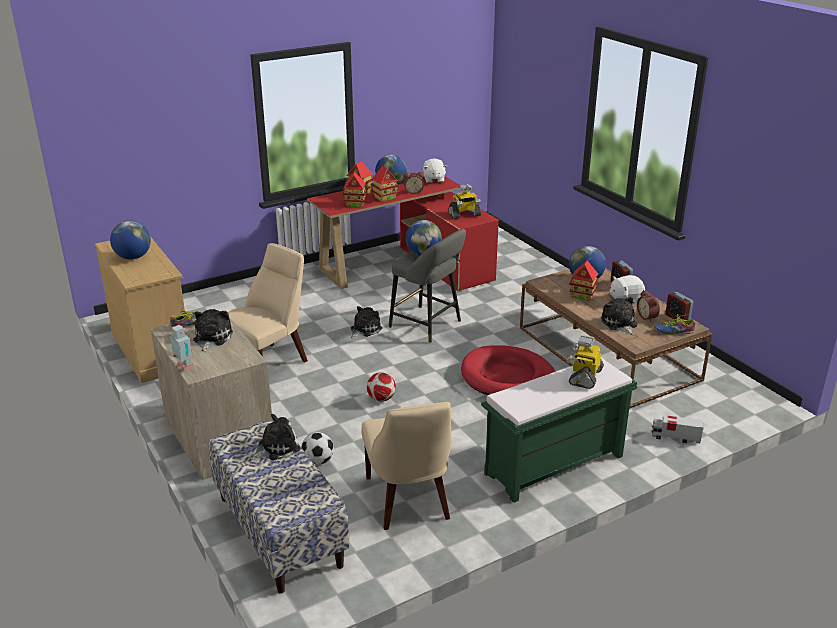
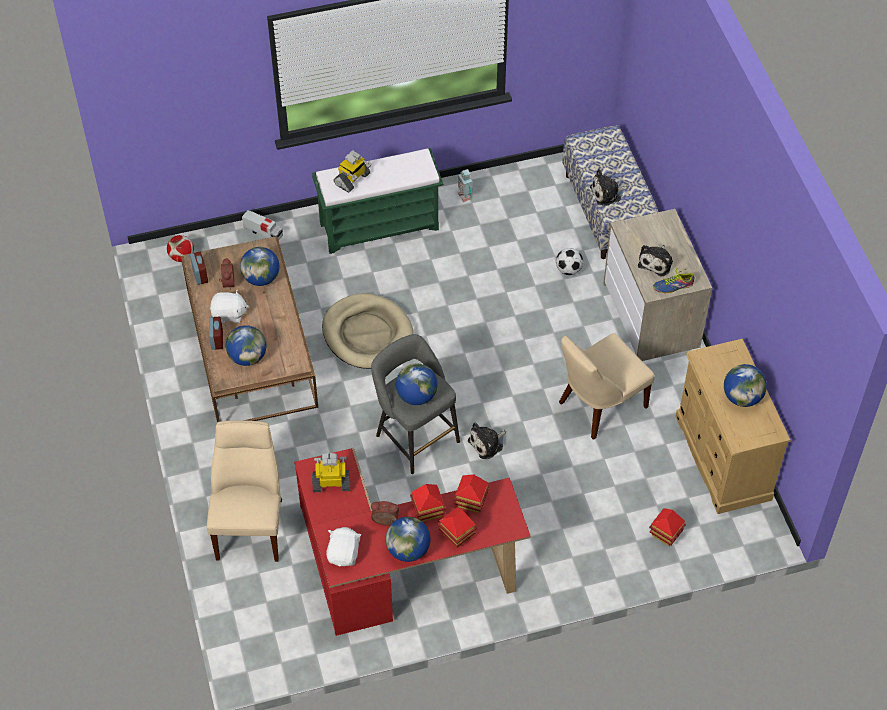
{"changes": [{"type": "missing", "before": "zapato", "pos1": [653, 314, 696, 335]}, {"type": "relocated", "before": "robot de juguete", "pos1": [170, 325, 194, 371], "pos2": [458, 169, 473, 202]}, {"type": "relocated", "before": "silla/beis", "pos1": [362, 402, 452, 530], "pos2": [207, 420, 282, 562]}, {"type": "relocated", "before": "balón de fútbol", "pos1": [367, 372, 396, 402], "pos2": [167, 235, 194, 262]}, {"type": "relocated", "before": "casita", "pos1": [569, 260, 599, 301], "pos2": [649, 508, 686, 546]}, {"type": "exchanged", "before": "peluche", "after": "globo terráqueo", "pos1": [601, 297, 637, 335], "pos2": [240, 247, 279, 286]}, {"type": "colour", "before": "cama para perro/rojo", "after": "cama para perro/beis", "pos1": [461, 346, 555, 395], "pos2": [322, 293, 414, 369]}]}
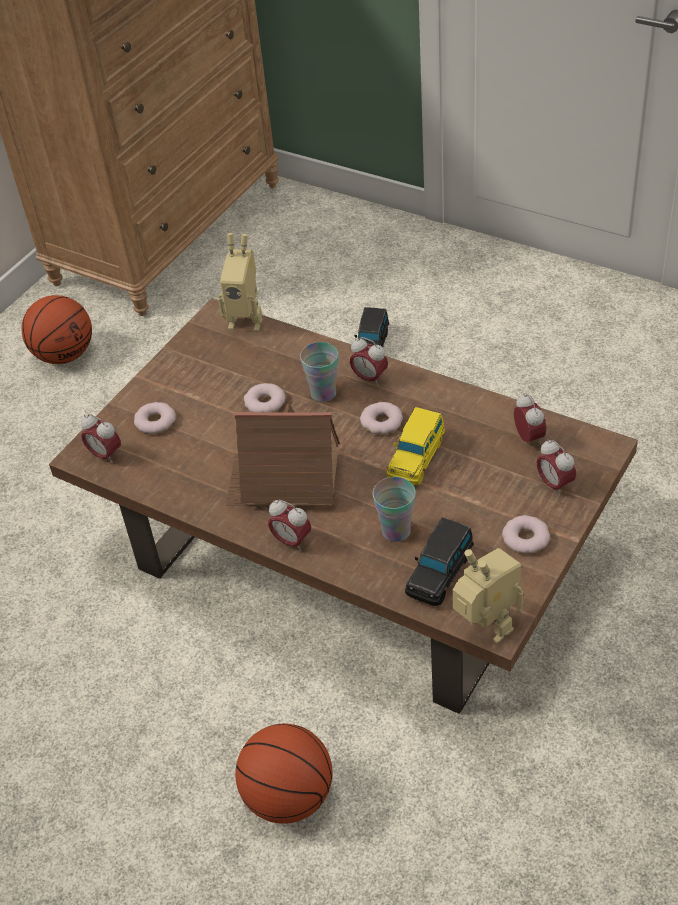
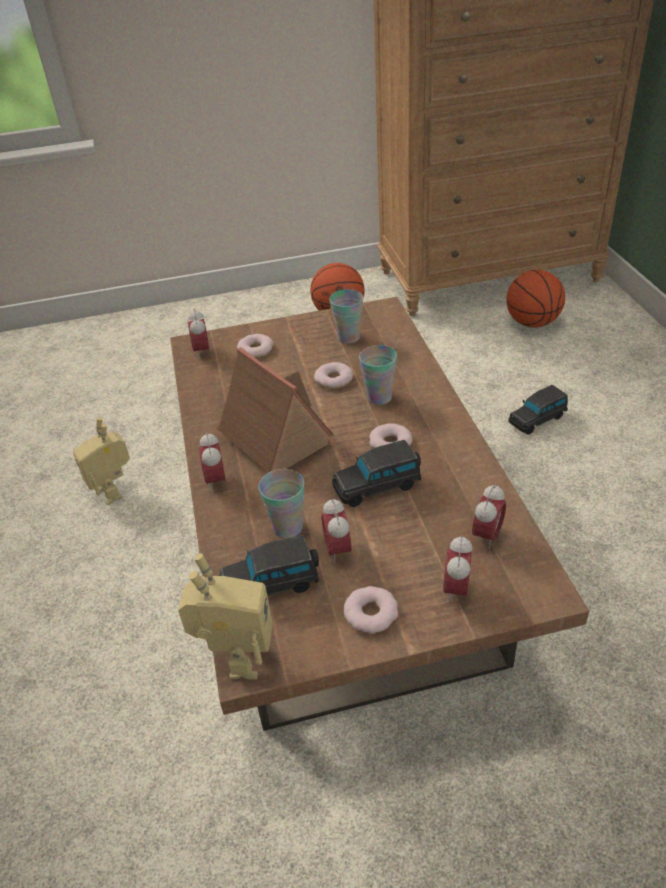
{"changes": [{"type": "appeared", "after": "taza", "pos2": [330, 289, 363, 344]}, {"type": "relocated", "before": "robot de juguete", "pos1": [218, 233, 262, 331], "pos2": [73, 418, 130, 505]}, {"type": "relocated", "before": "balón de baloncesto", "pos1": [235, 723, 332, 824], "pos2": [506, 270, 565, 328]}, {"type": "relocated", "before": "despertador", "pos1": [350, 337, 388, 386], "pos2": [321, 498, 351, 563]}, {"type": "colour", "before": "coche de juguete/amarillo", "after": "coche de juguete/negro", "pos1": [387, 407, 445, 485], "pos2": [332, 440, 421, 507]}]}
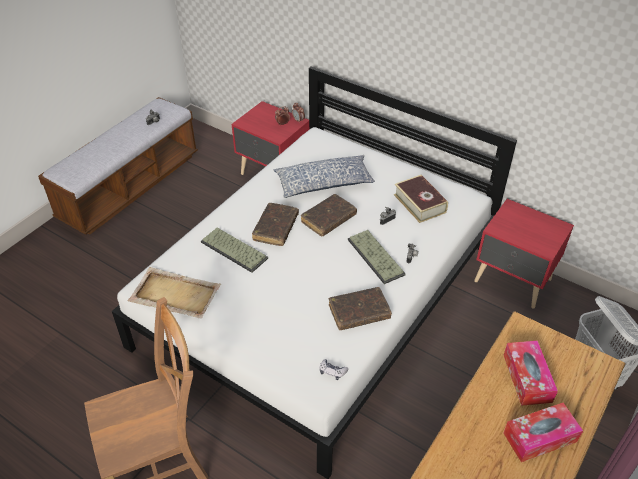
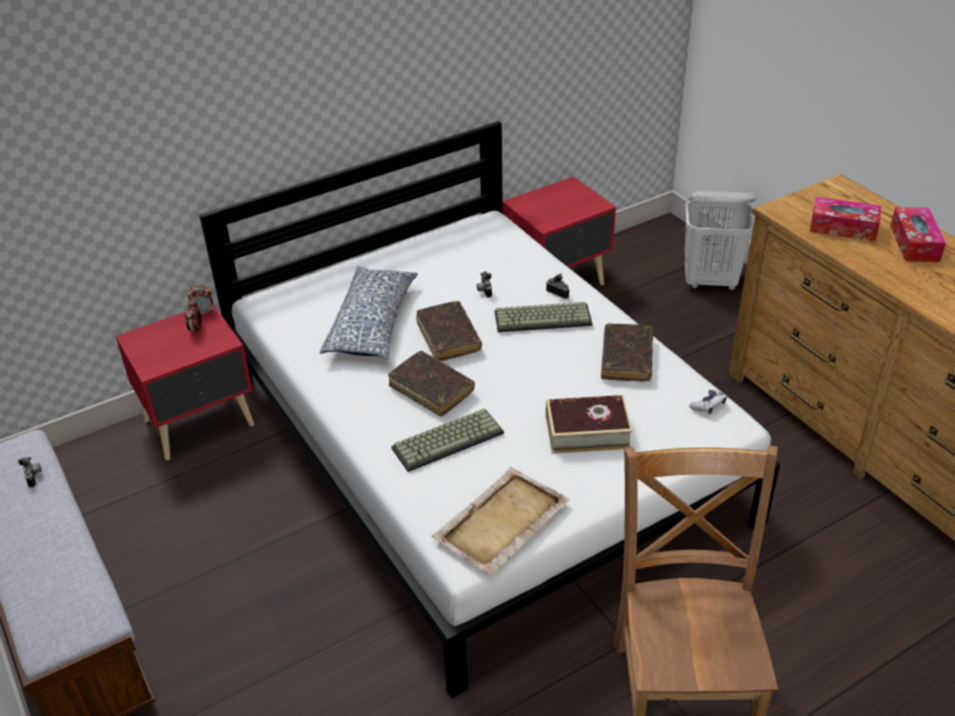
{"changes": [{"type": "relocated", "before": "libro", "pos1": [394, 175, 448, 223], "pos2": [546, 395, 633, 454]}]}
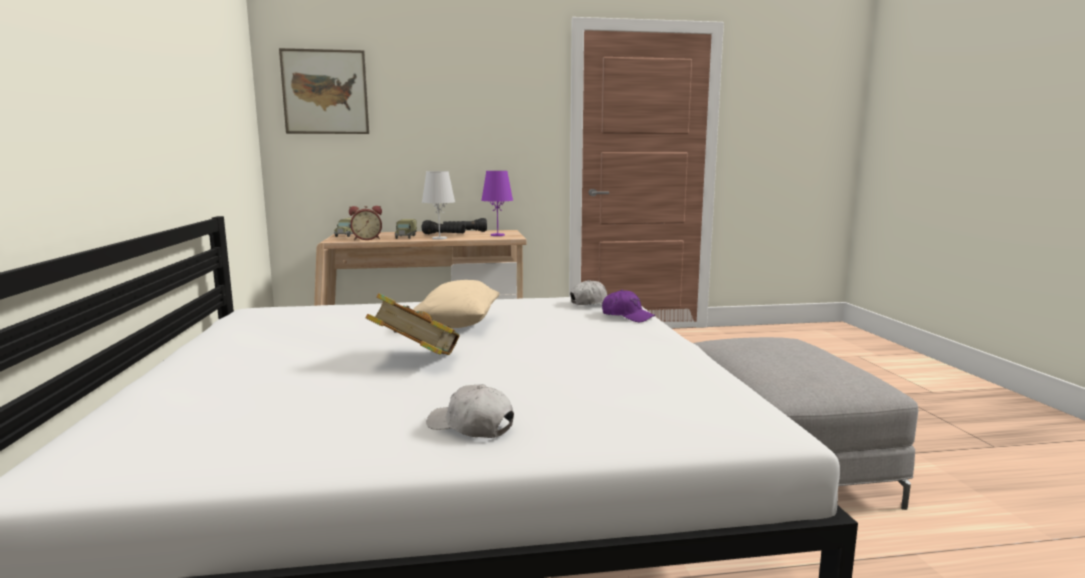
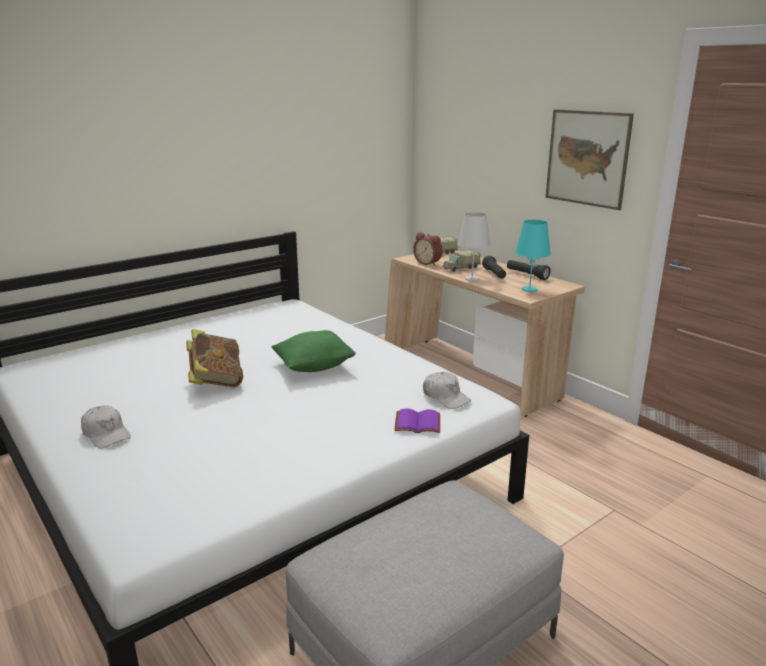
{"changes": [{"type": "relocated", "before": "cuadro", "pos1": [279, 48, 369, 134], "pos2": [545, 109, 634, 210]}, {"type": "exchanged", "before": "gorra/morado", "after": "libro/morado", "pos1": [602, 290, 655, 322], "pos2": [395, 409, 440, 433]}, {"type": "colour", "before": "cojín/beis", "after": "cojín/verde", "pos1": [413, 280, 500, 328], "pos2": [272, 330, 356, 372]}, {"type": "colour", "before": "lámpara de mesa/morado", "after": "lámpara de mesa/turquesa", "pos1": [481, 171, 513, 236], "pos2": [515, 219, 551, 292]}, {"type": "spun", "before": "gorra/blanco", "pos1": [426, 384, 514, 438], "pos2": [81, 405, 131, 449], "turn": 135}]}
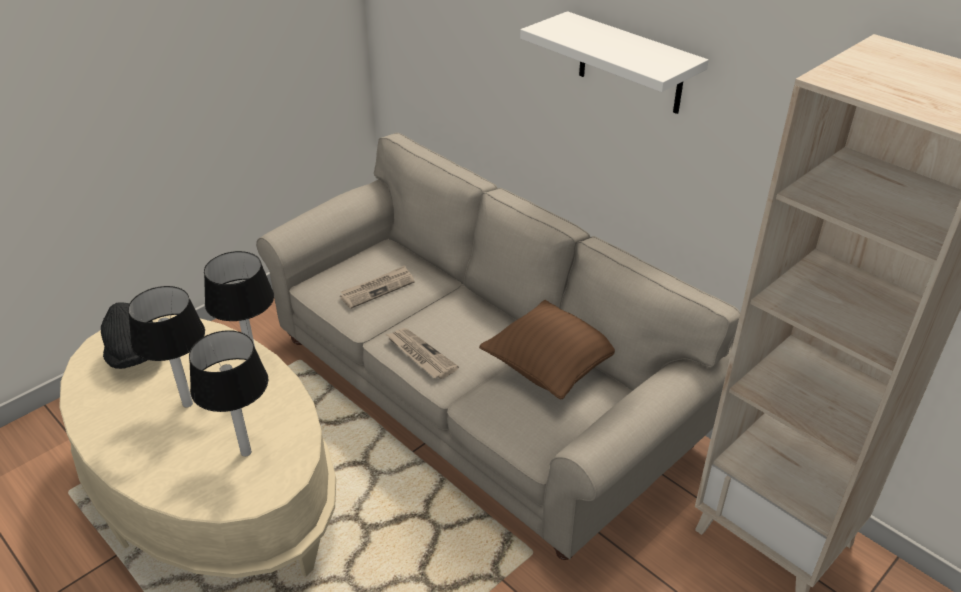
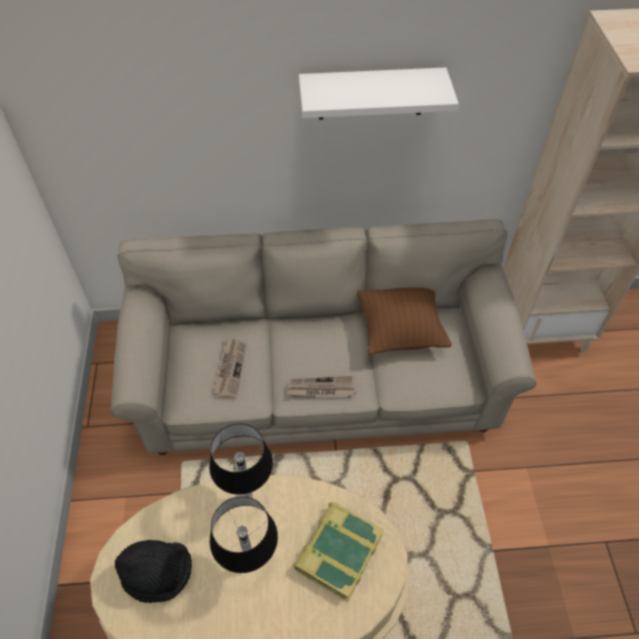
{"changes": [{"type": "exchanged", "before": "lámpara de mesa", "after": "libro", "pos1": [189, 330, 268, 456], "pos2": [293, 502, 384, 601]}]}
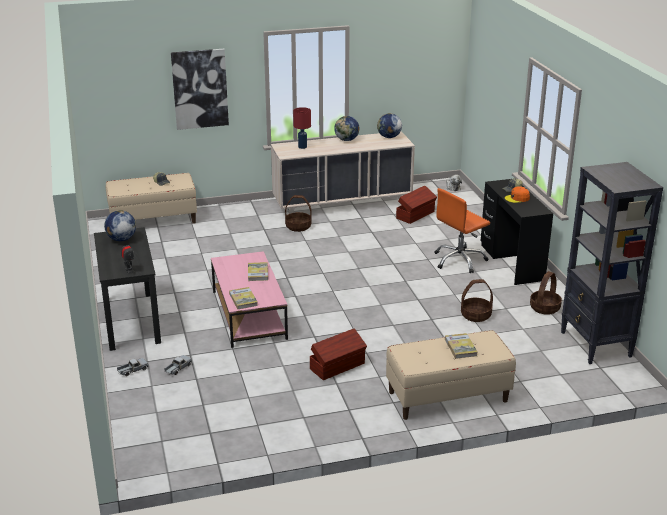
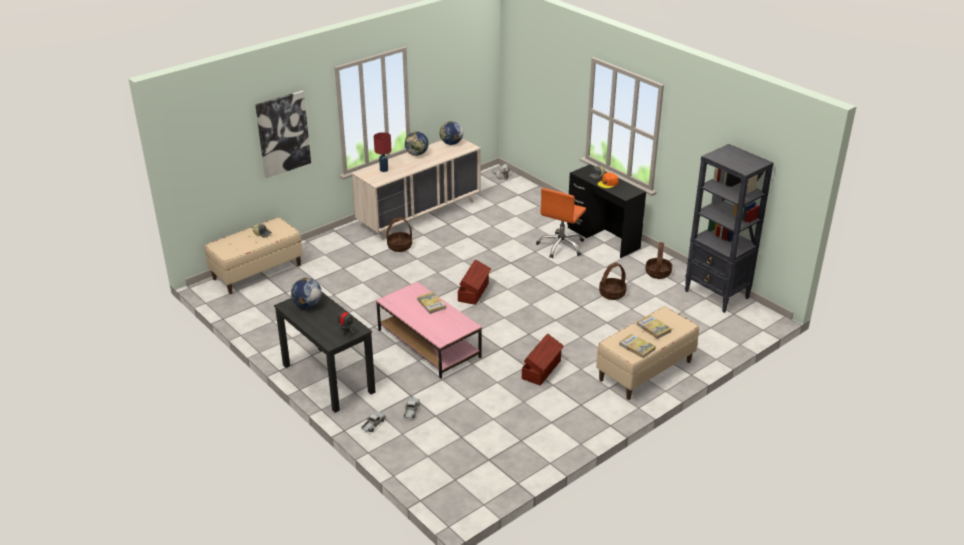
{"changes": [{"type": "relocated", "before": "libro", "pos1": [229, 287, 258, 309], "pos2": [619, 334, 656, 358]}, {"type": "relocated", "before": "caja de almacenaje/marrón", "pos1": [396, 186, 437, 224], "pos2": [458, 259, 491, 305]}]}
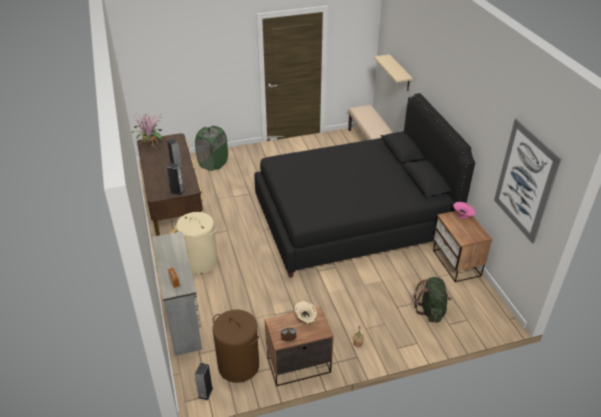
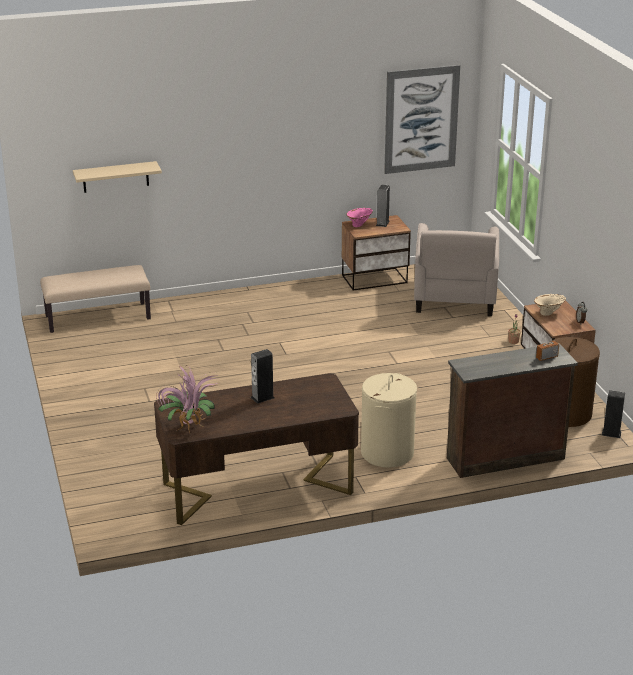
{"changes": [{"type": "missing", "before": "cesto de la ropa/verde", "pos1": [195, 126, 228, 171]}, {"type": "missing", "before": "cama/negro", "pos1": [254, 93, 475, 278]}, {"type": "relocated", "before": "altavoz", "pos1": [167, 163, 185, 195], "pos2": [376, 184, 390, 227]}, {"type": "exchanged", "before": "mochila/verde", "after": "sillón/beis", "pos1": [414, 277, 451, 323], "pos2": [414, 223, 499, 316]}, {"type": "colour", "before": "cómoda/gris", "after": "cómoda/marrón", "pos1": [152, 231, 202, 356], "pos2": [447, 343, 578, 478]}]}
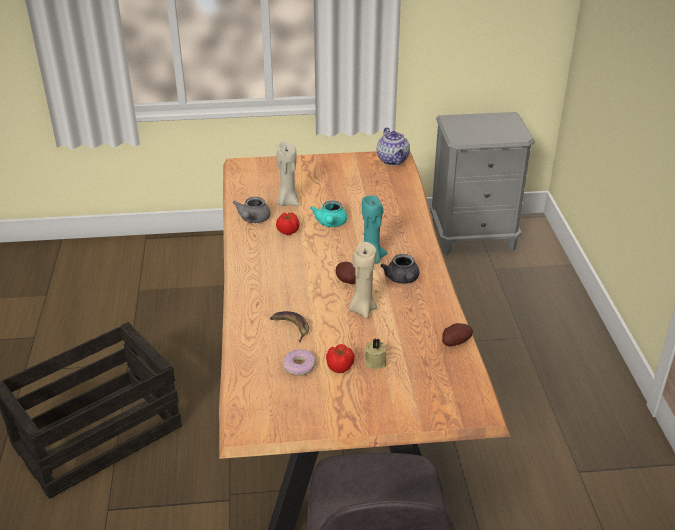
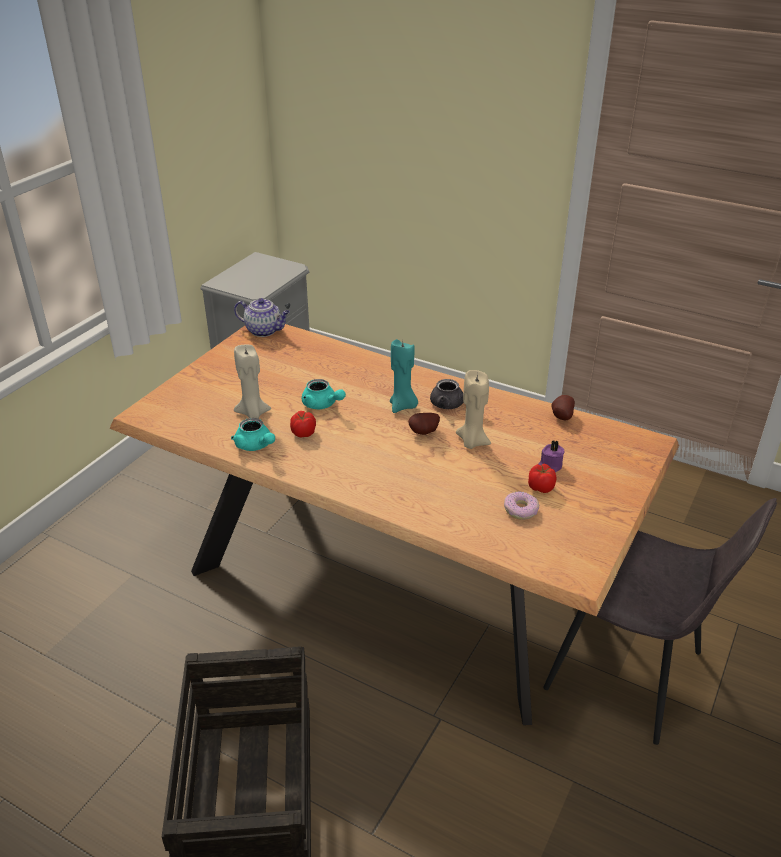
{"changes": [{"type": "missing", "before": "plátano", "pos1": [270, 311, 309, 342]}, {"type": "colour", "before": "tetera/gris", "after": "tetera/turquesa", "pos1": [233, 197, 271, 223], "pos2": [231, 418, 275, 451]}, {"type": "colour", "before": "vela/beis", "after": "vela/morado", "pos1": [364, 338, 386, 369], "pos2": [539, 441, 565, 472]}]}
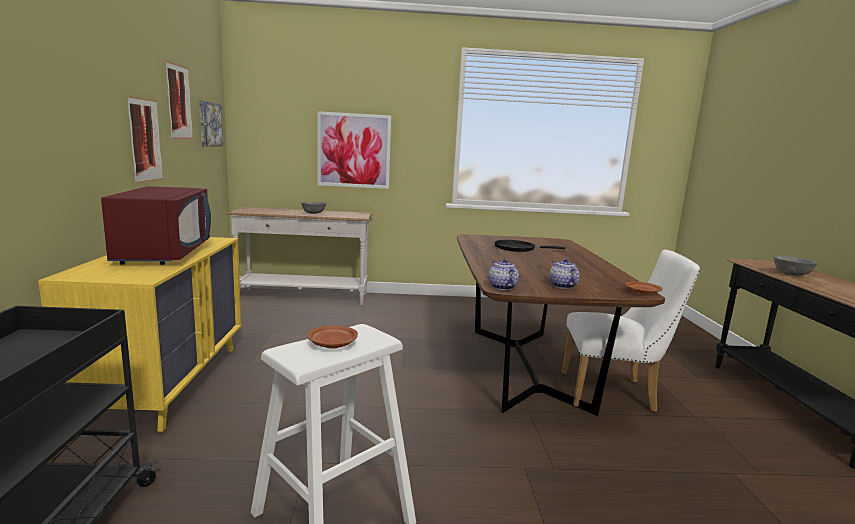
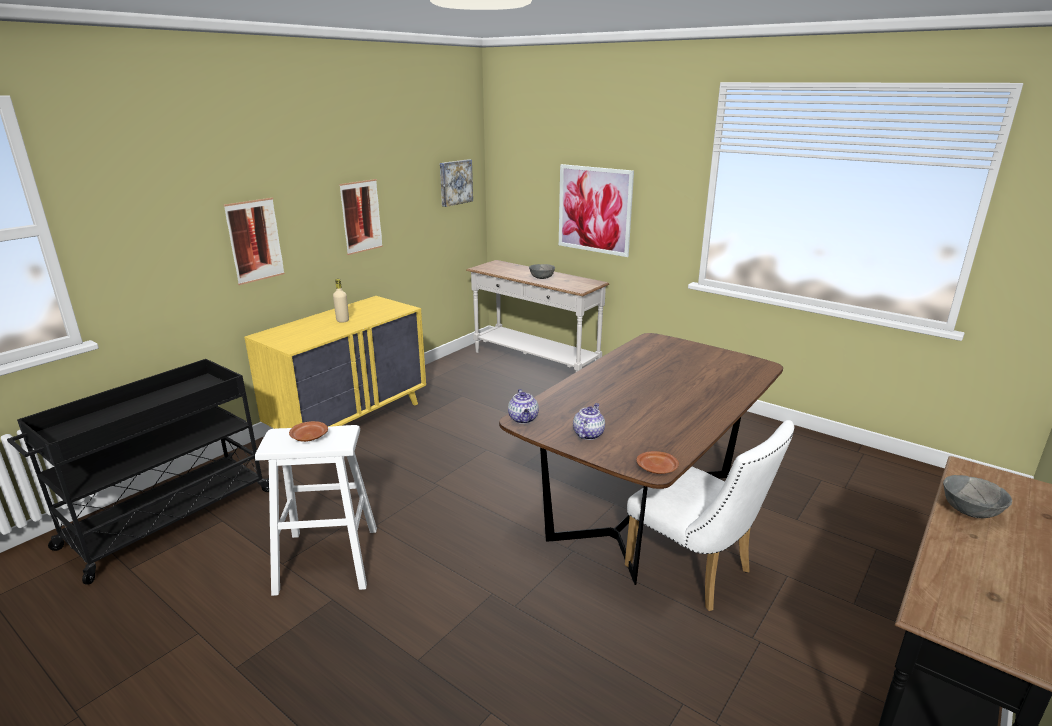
{"changes": [{"type": "missing", "before": "sartén/negro", "pos1": [494, 240, 565, 252]}, {"type": "relocated", "before": "cuadro", "pos1": [165, 61, 193, 139], "pos2": [224, 198, 285, 285]}, {"type": "exchanged", "before": "microondas/rojo", "after": "botella/beis", "pos1": [101, 186, 211, 265], "pos2": [333, 279, 349, 323]}, {"type": "spun", "before": "tetera", "pos1": [488, 259, 519, 290], "pos2": [508, 389, 539, 424], "turn": 150}]}
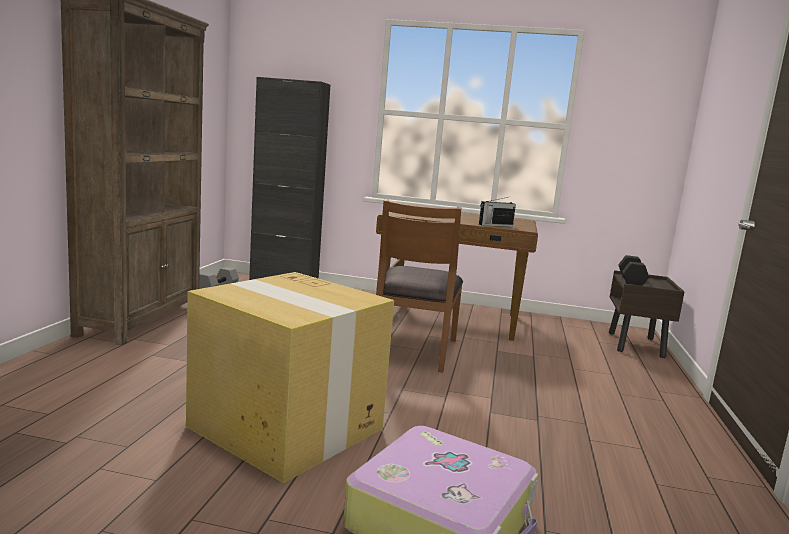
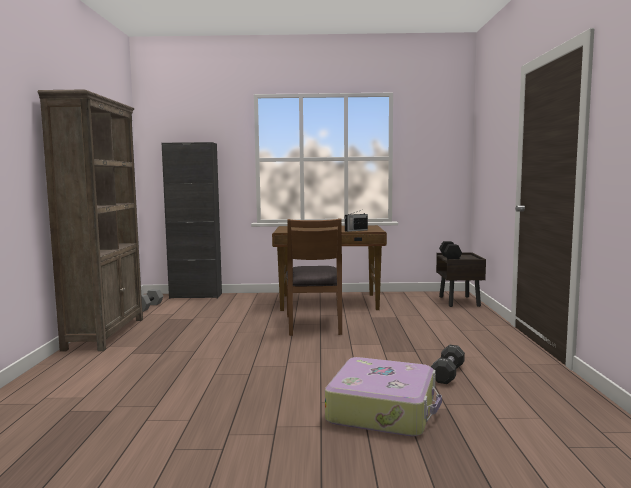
{"changes": [{"type": "missing", "before": "caja de cartón", "pos1": [186, 272, 394, 483]}, {"type": "appeared", "after": "mancuerna/negro", "pos2": [431, 345, 465, 384]}]}
